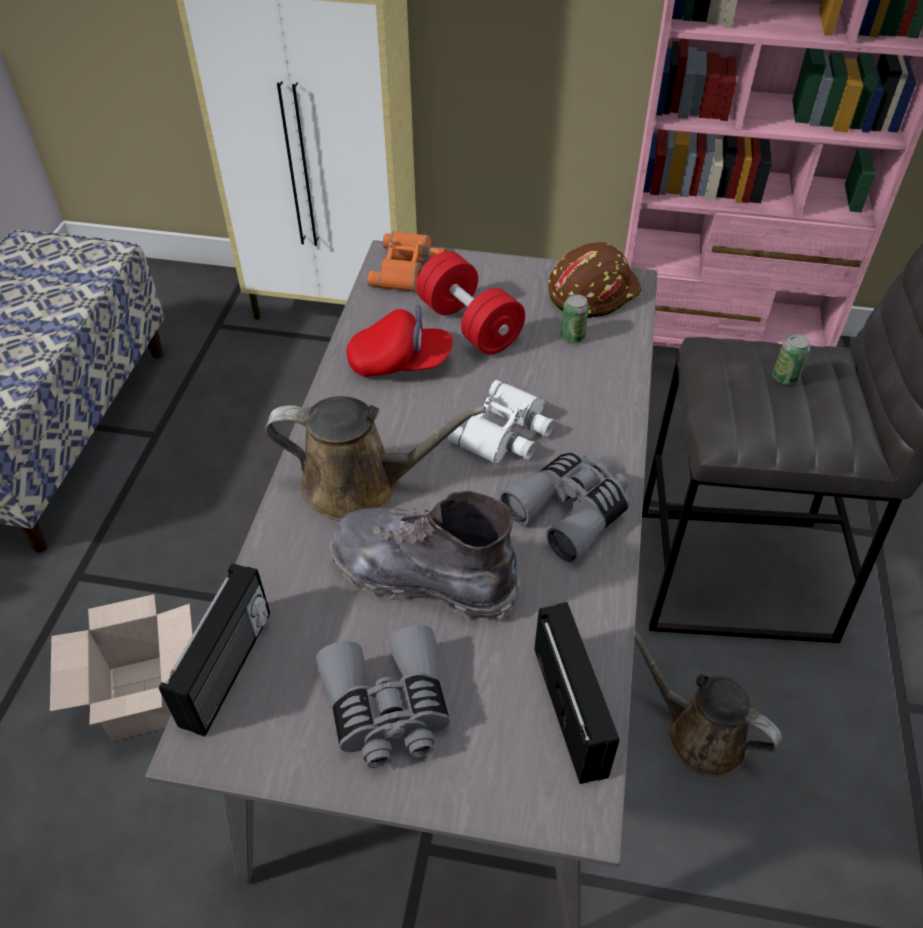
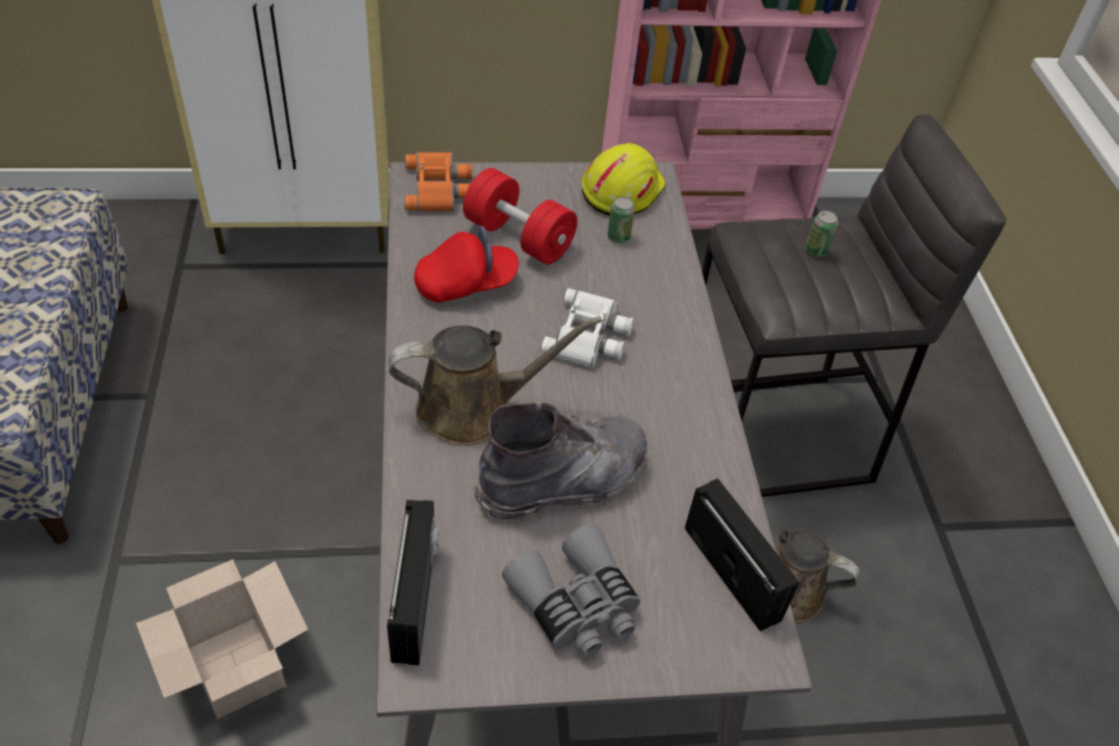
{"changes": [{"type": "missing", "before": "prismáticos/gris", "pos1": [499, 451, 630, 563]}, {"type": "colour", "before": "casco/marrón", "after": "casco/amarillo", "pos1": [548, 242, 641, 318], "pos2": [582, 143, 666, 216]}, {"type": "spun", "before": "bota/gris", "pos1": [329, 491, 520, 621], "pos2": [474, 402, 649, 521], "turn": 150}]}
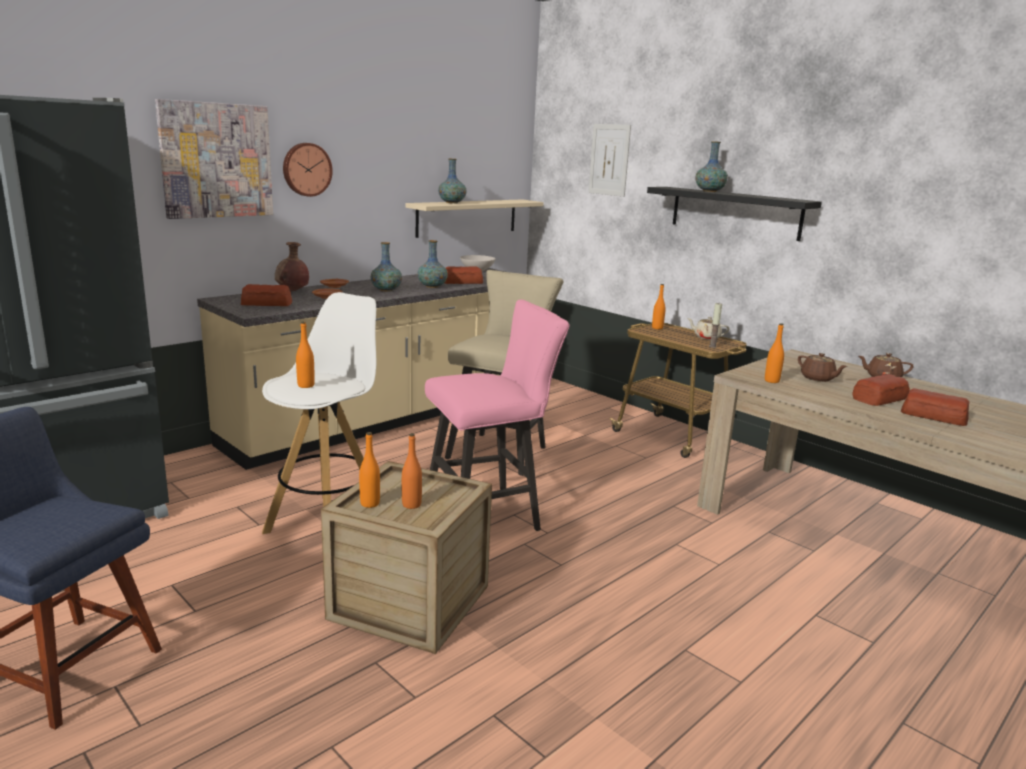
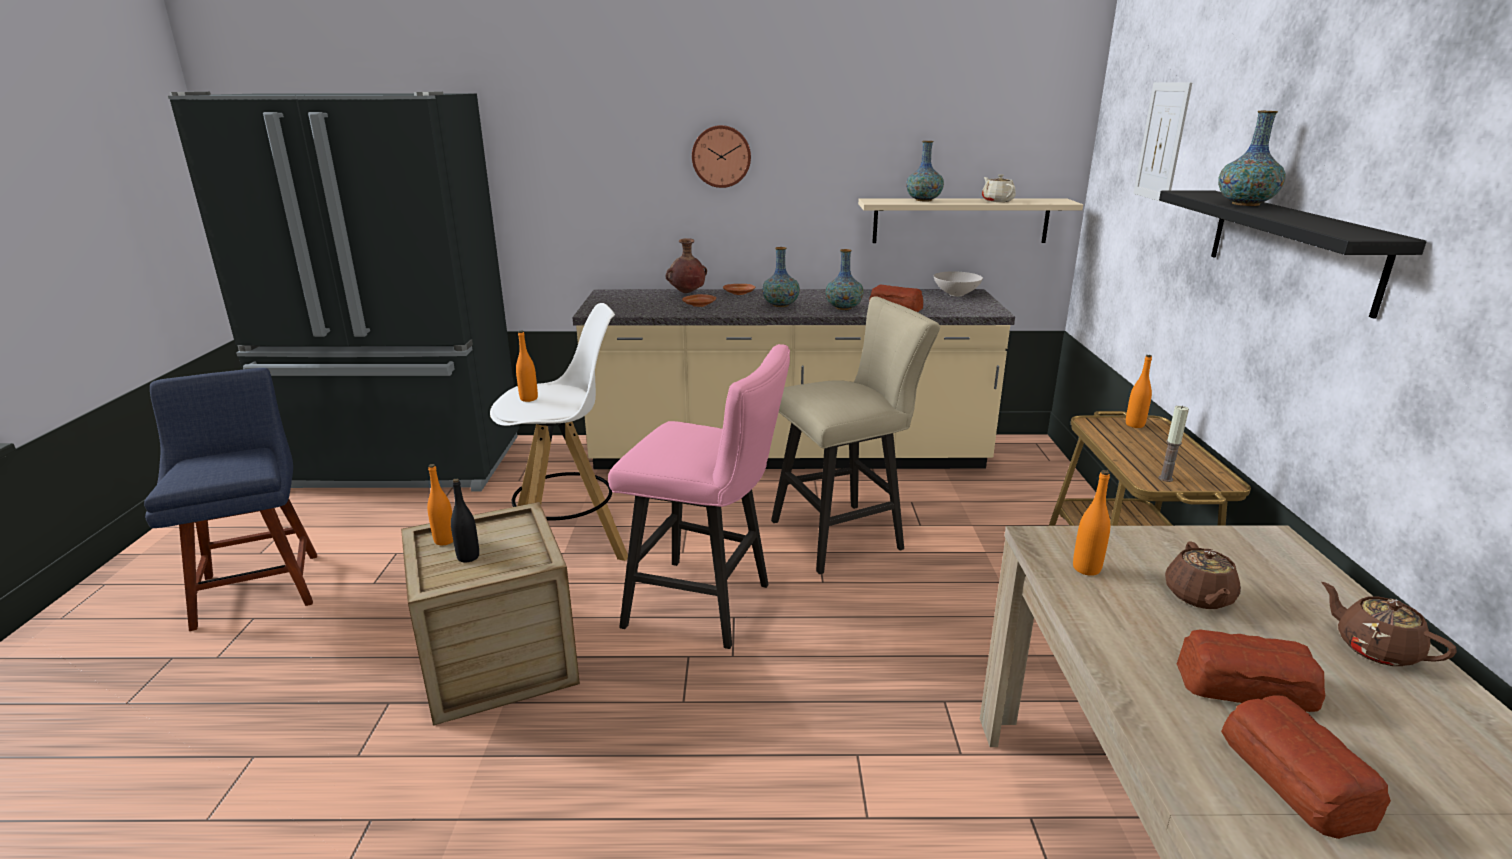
{"changes": [{"type": "missing", "before": "cuadro", "pos1": [155, 99, 273, 219]}, {"type": "missing", "before": "pan", "pos1": [241, 284, 292, 306]}, {"type": "relocated", "before": "tetera/beis", "pos1": [687, 317, 729, 340], "pos2": [982, 174, 1016, 202]}, {"type": "colour", "before": "botella/naranja", "after": "botella/negro", "pos1": [402, 433, 422, 509], "pos2": [451, 479, 479, 563]}]}
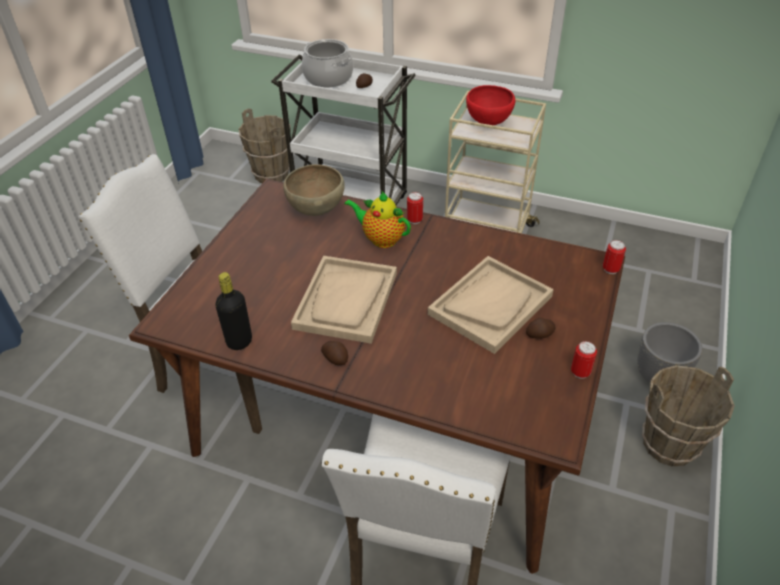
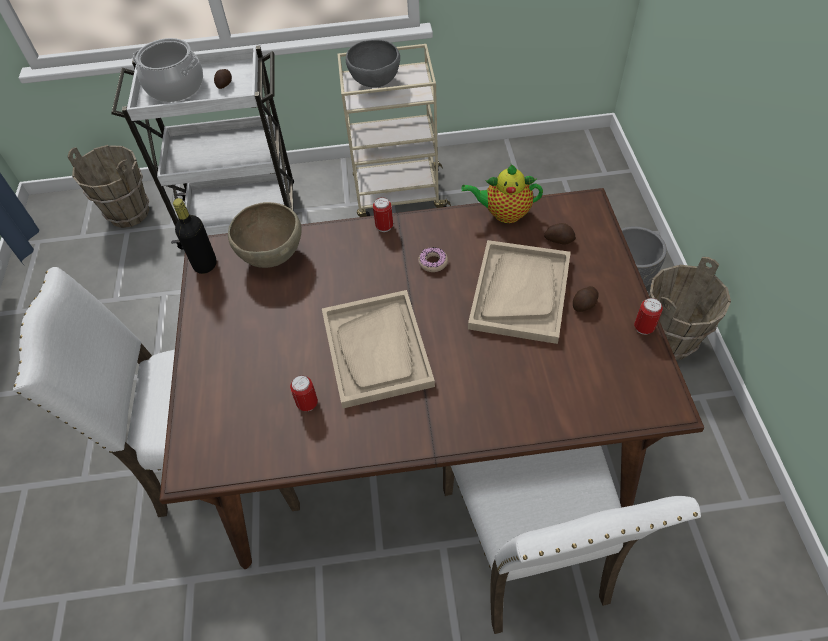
{"changes": [{"type": "appeared", "after": "rosquilla", "pos2": [418, 247, 448, 272]}, {"type": "relocated", "before": "botella/negro", "pos1": [215, 272, 252, 350], "pos2": [173, 198, 217, 274]}, {"type": "relocated", "before": "patata", "pos1": [321, 341, 348, 365], "pos2": [544, 223, 576, 245]}, {"type": "relocated", "before": "tetera", "pos1": [344, 192, 411, 248], "pos2": [461, 164, 543, 223]}, {"type": "relocated", "before": "lata", "pos1": [603, 240, 626, 274], "pos2": [290, 375, 318, 411]}, {"type": "colour", "before": "cuenco/rojo", "after": "cuenco/gris", "pos1": [466, 85, 515, 125], "pos2": [346, 40, 400, 88]}]}
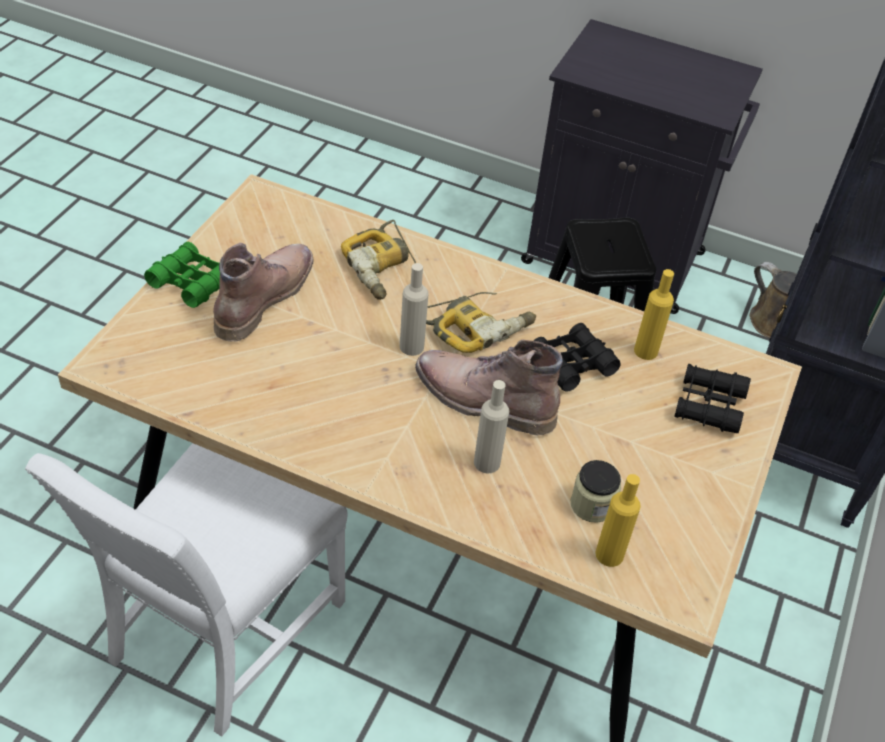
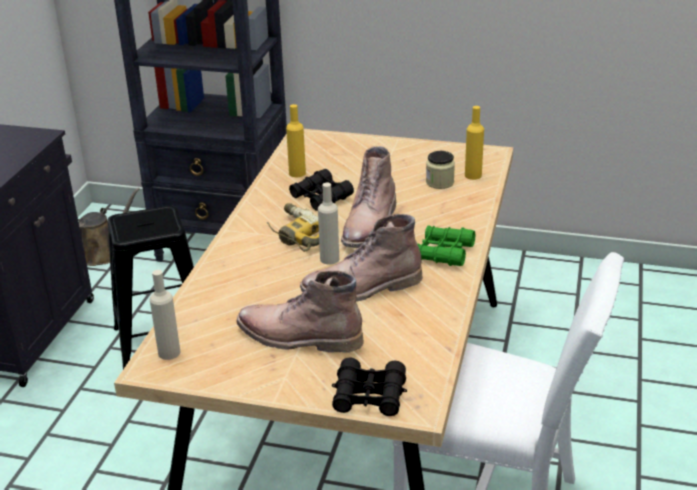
{"changes": [{"type": "missing", "before": "taladro", "pos1": [341, 220, 416, 300]}, {"type": "appeared", "after": "bota/marrón", "pos2": [300, 214, 423, 302]}, {"type": "relocated", "before": "prismáticos/verde", "pos1": [144, 242, 220, 308], "pos2": [417, 225, 475, 266]}, {"type": "relocated", "before": "botella/beis", "pos1": [474, 380, 510, 473], "pos2": [150, 270, 181, 360]}, {"type": "relocated", "before": "prismáticos/negro", "pos1": [674, 364, 751, 433], "pos2": [331, 358, 407, 416]}]}
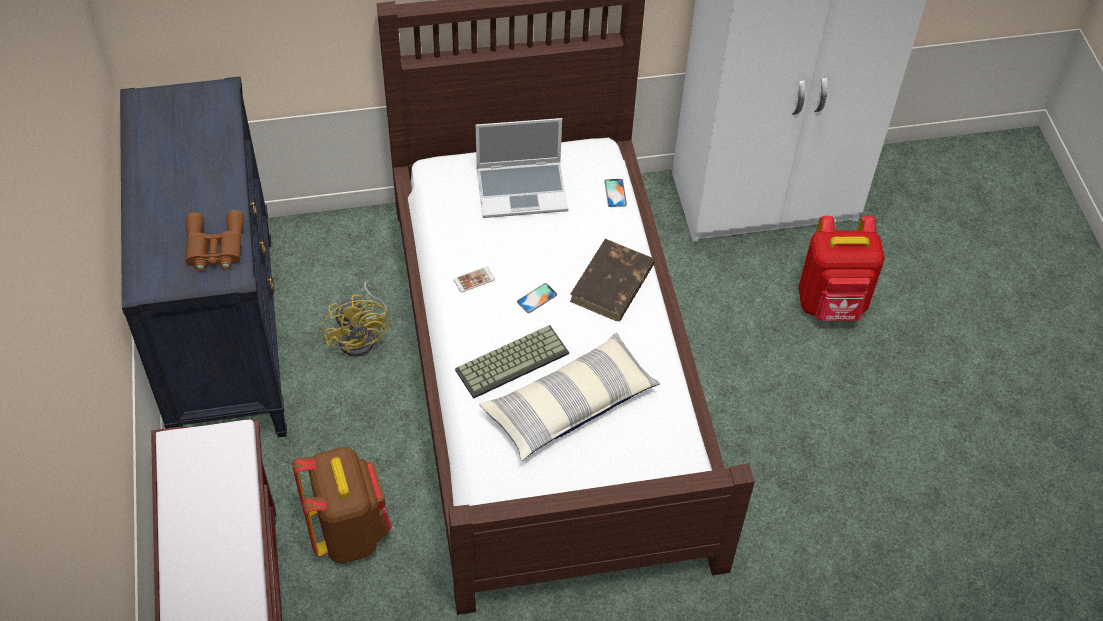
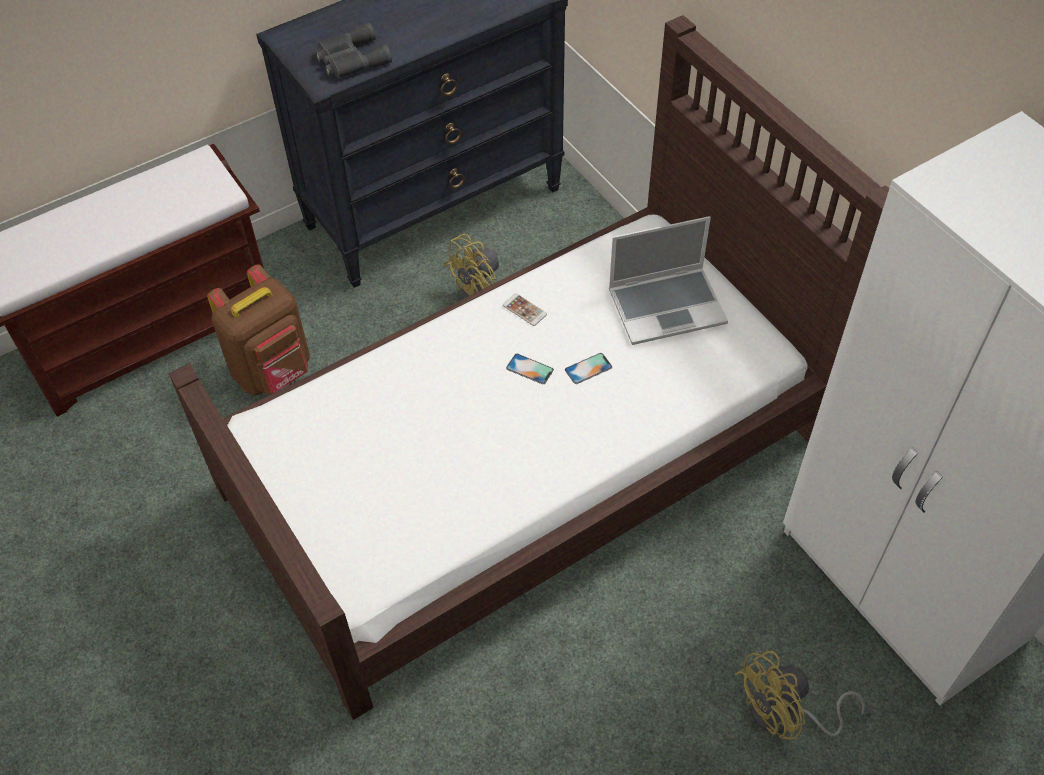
{"changes": [{"type": "missing", "before": "teclado", "pos1": [455, 325, 569, 399]}, {"type": "missing", "before": "cojín", "pos1": [479, 333, 660, 461]}, {"type": "missing", "before": "libro/marrón", "pos1": [570, 239, 655, 321]}, {"type": "relocated", "before": "móvil", "pos1": [604, 179, 627, 207], "pos2": [565, 353, 612, 384]}, {"type": "exchanged", "before": "mochila/rojo", "after": "ventilador/amarillo", "pos1": [798, 216, 885, 321], "pos2": [735, 651, 865, 740]}, {"type": "colour", "before": "prismáticos/marrón", "after": "prismáticos/gris", "pos1": [185, 210, 244, 271], "pos2": [315, 23, 392, 78]}, {"type": "spun", "before": "portátil", "pos1": [476, 118, 568, 218], "pos2": [609, 216, 728, 345], "turn": -75}]}
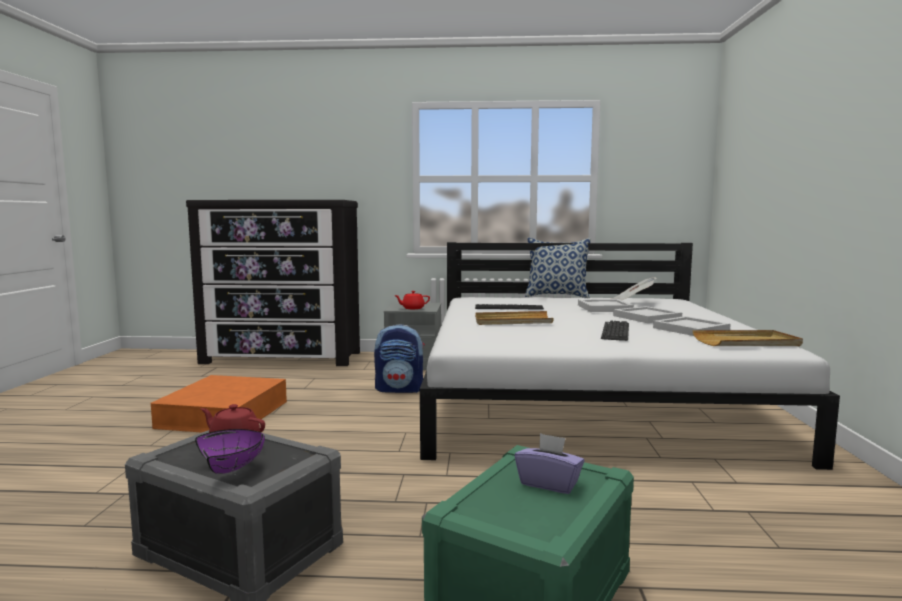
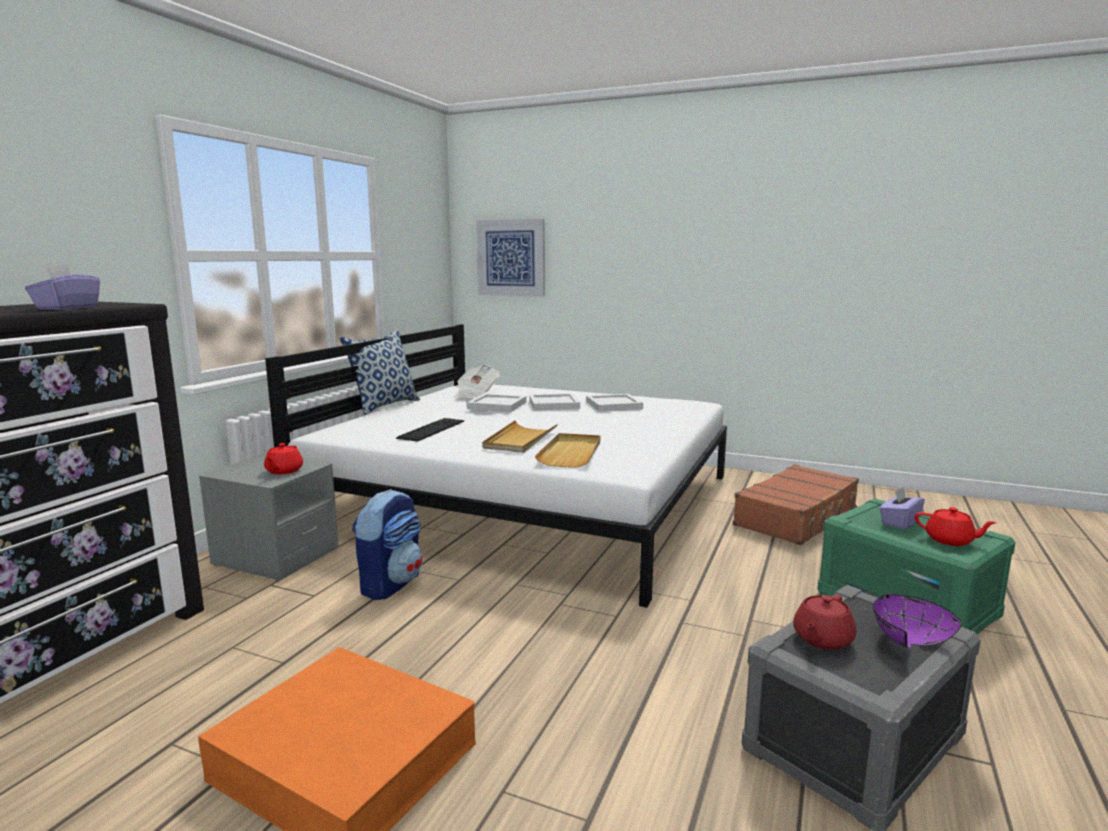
{"changes": [{"type": "missing", "before": "teclado", "pos1": [601, 321, 629, 341]}, {"type": "appeared", "after": "caja de pañuelos/morado", "pos2": [25, 264, 100, 310]}, {"type": "appeared", "after": "cuadro", "pos2": [476, 219, 545, 296]}, {"type": "appeared", "after": "maleta/marrón", "pos2": [733, 464, 859, 545]}, {"type": "appeared", "after": "tetera/rojo", "pos2": [915, 507, 997, 546]}, {"type": "relocated", "before": "bandeja/beis", "pos1": [692, 330, 803, 346], "pos2": [535, 433, 600, 467]}]}
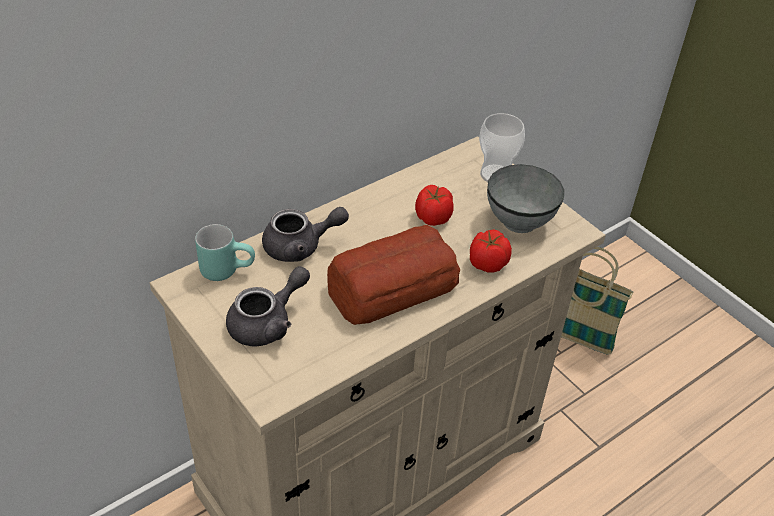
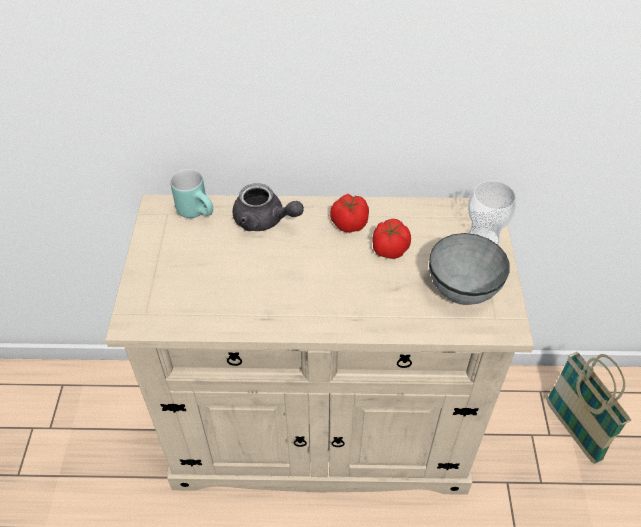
{"changes": [{"type": "missing", "before": "tetera/gris", "pos1": [226, 266, 310, 346]}, {"type": "missing", "before": "pan", "pos1": [327, 225, 460, 325]}, {"type": "relocated", "before": "tomate", "pos1": [470, 229, 512, 273], "pos2": [330, 194, 369, 233]}]}
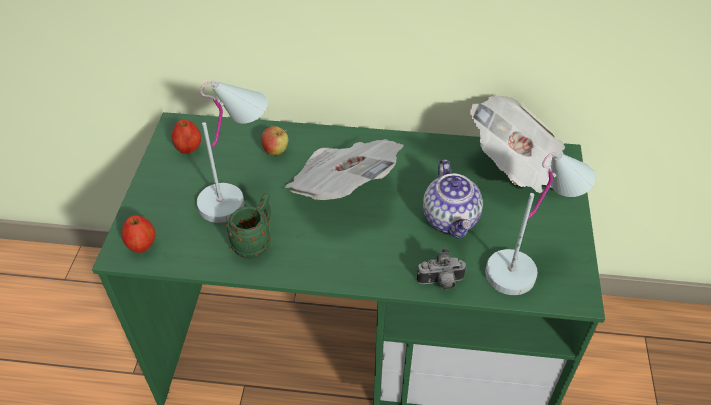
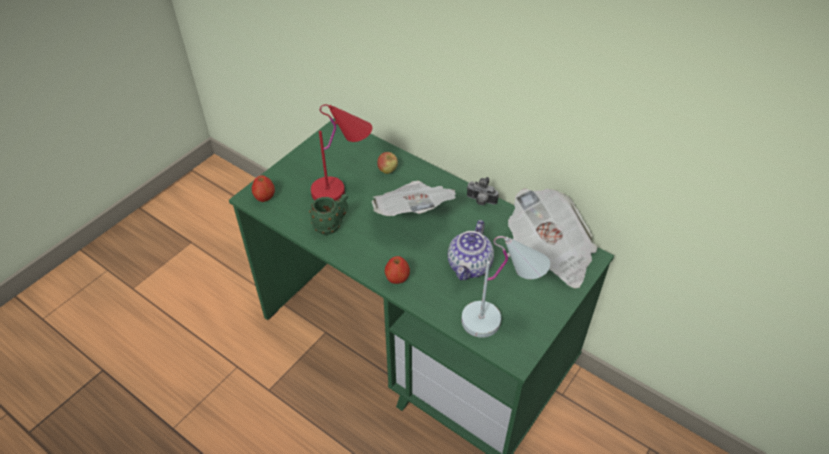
{"changes": [{"type": "relocated", "before": "manzana", "pos1": [172, 119, 201, 154], "pos2": [385, 256, 410, 284]}, {"type": "relocated", "before": "cámara", "pos1": [417, 248, 467, 290], "pos2": [467, 177, 499, 205]}, {"type": "colour", "before": "lámpara de mesa/blanco", "after": "lámpara de mesa/rojo", "pos1": [197, 81, 267, 223], "pos2": [311, 104, 372, 201]}]}
